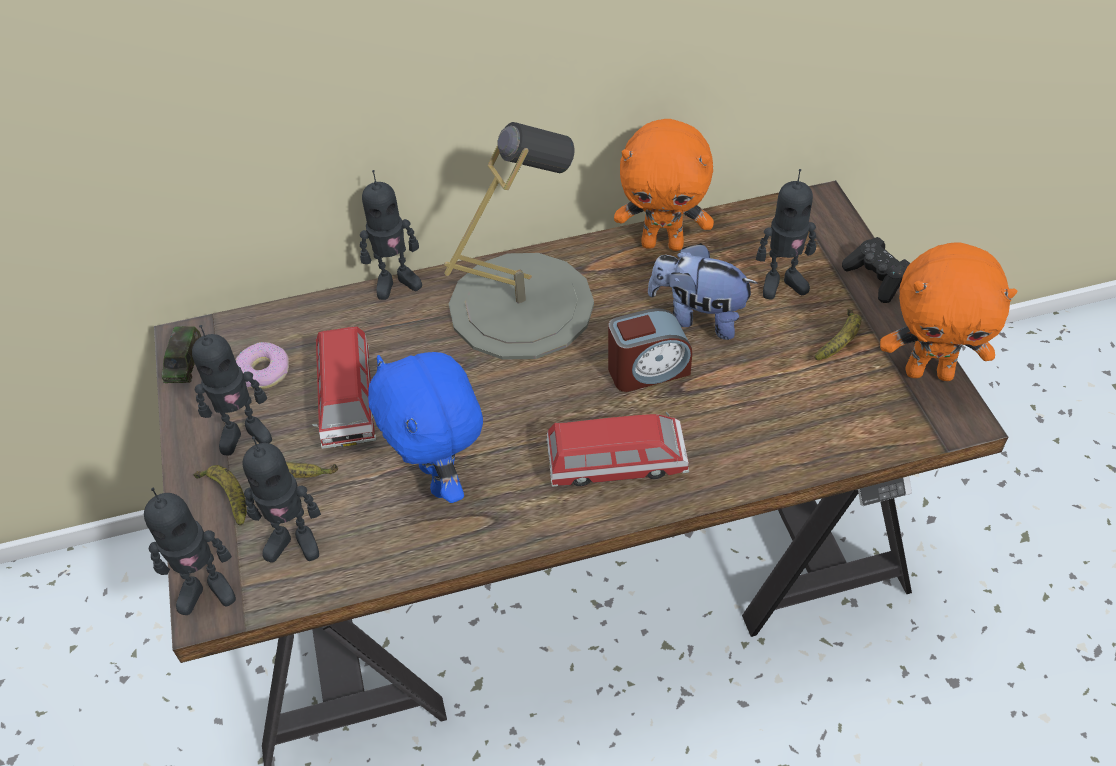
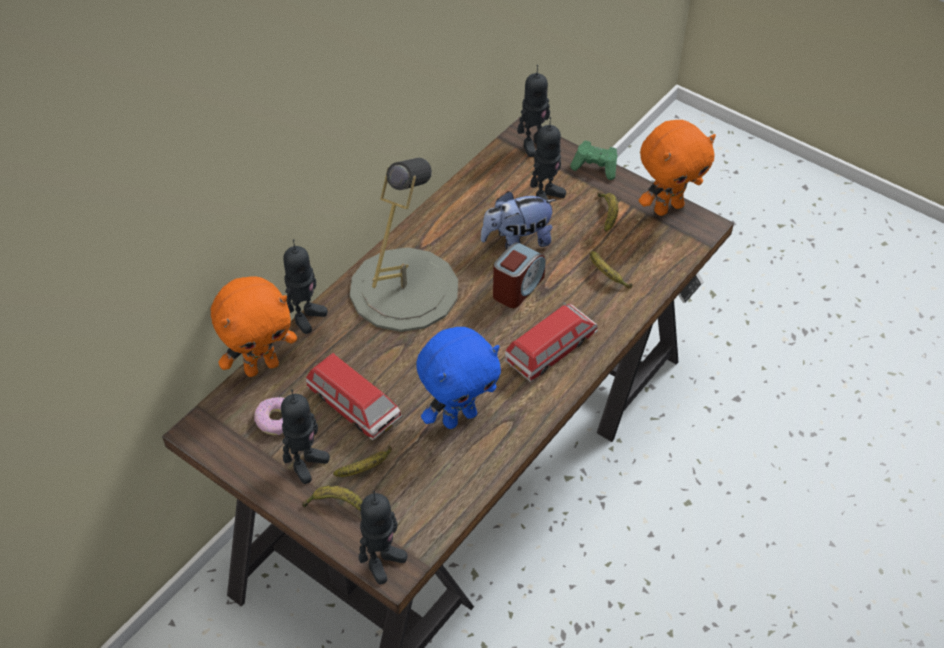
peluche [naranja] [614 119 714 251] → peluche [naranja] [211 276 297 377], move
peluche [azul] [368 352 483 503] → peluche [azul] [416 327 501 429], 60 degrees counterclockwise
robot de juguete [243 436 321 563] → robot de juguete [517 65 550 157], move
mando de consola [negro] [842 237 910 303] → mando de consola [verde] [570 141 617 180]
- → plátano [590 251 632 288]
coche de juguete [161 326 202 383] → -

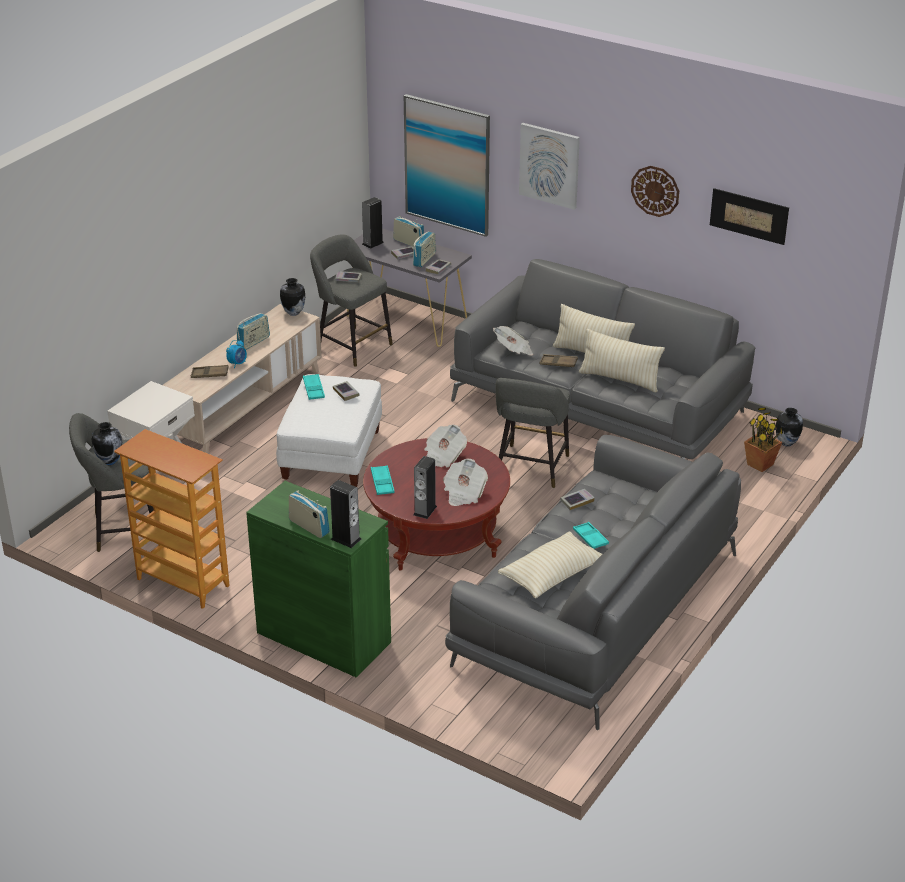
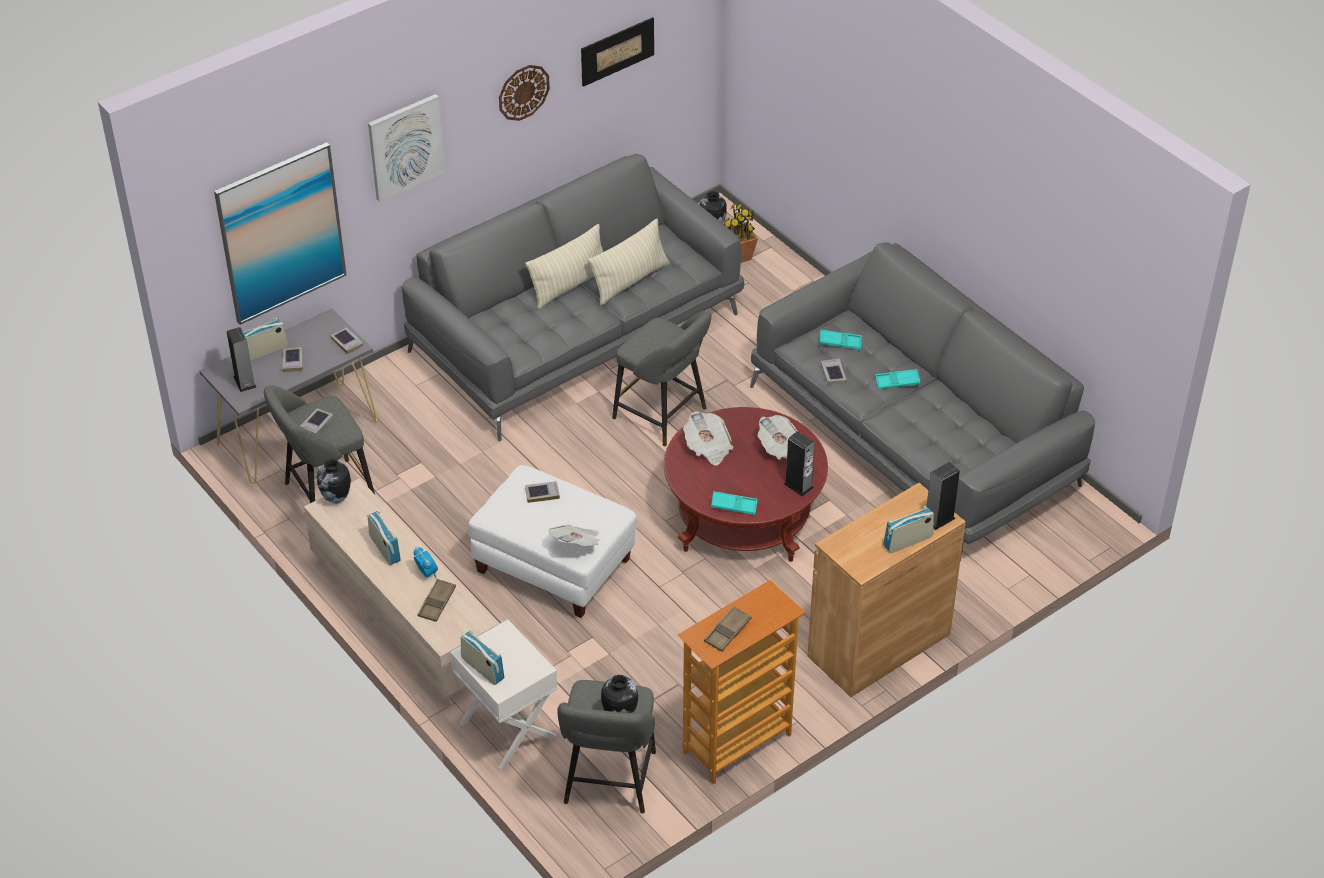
radio [413 231 436 267] → radio [461 630 505 685], move
periódico [493 326 533 355] → periódico [548 525 599 546], move
bandeja [marrón] [539 354 578 367] → bandeja [marrón] [704 606 751 652], move
armario [verde] [246 481 391 677] → armario [marrón] [807 483 966 697]
bandeja [turquesa] [303 374 325 400] → bandeja [turquesa] [819 330 862 350], move
cojín [beis] [498 532 602 598] → -

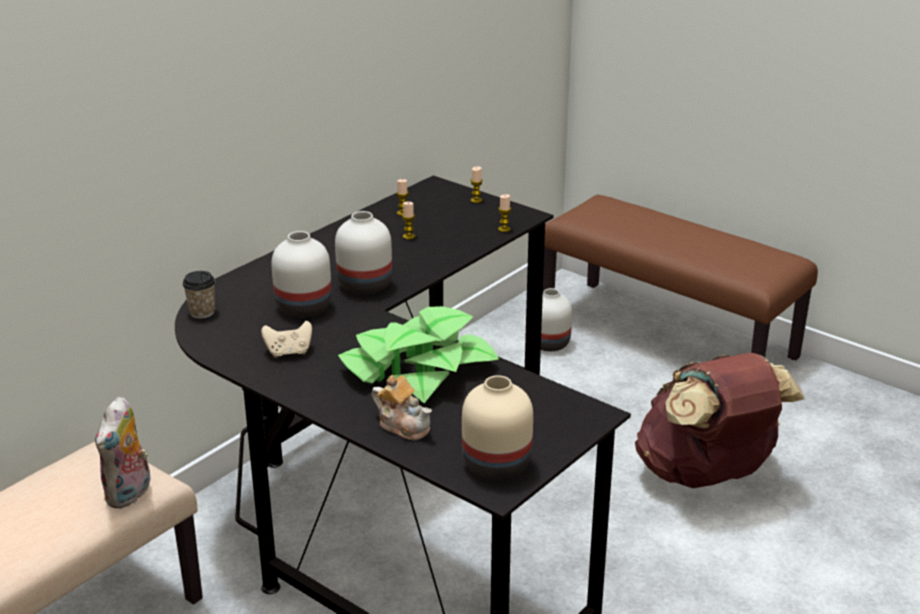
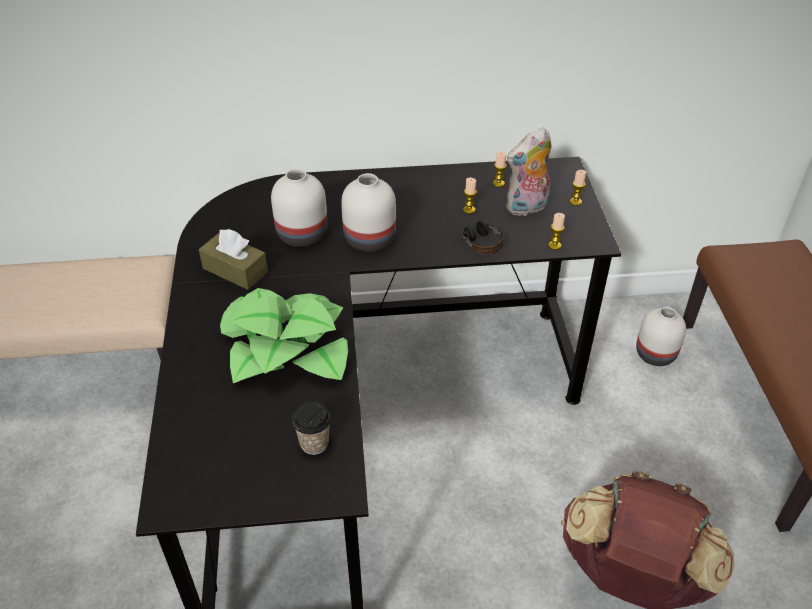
mando de consola [beis] [261 321 312 358] → caja de pañuelos [marrón] [199 229 268 290]
taza [182 271 215 319] → taza [292 402 331 455], move
- → auriculares [447 212 504 254]
peluche [95 397 150 509] → peluche [506 128 552 216], move
tetera [372 375 432 440] → -
florero [beis] [462 375 533 480] → -

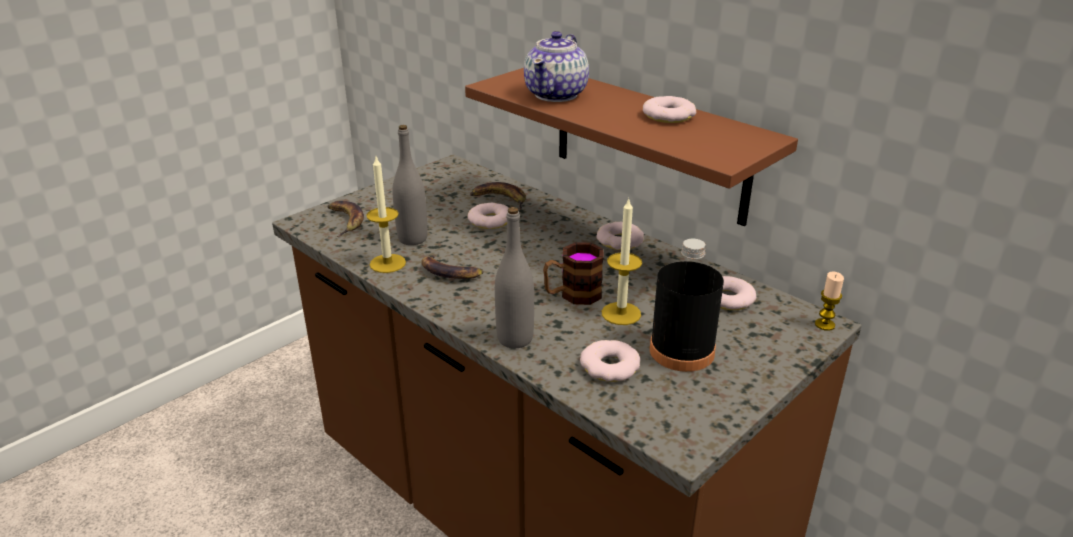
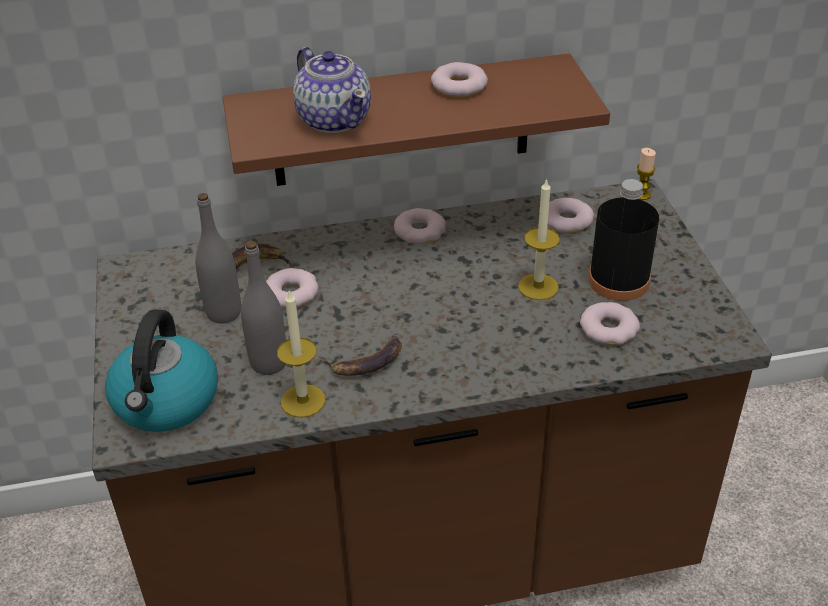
plátano [327 201 364 237] → hervidor [105 310 218 432]
botella [gris] [495 207 534 348] → botella [gris] [195 193 241 324], move
taza grande [543 242 604 305] → -

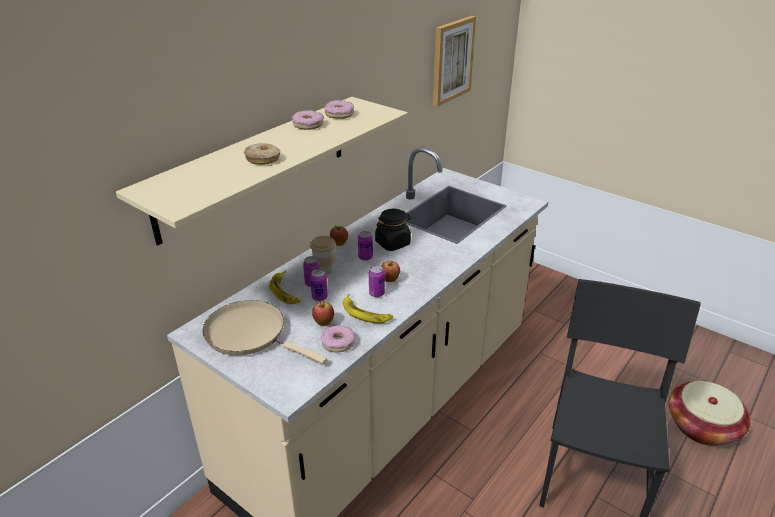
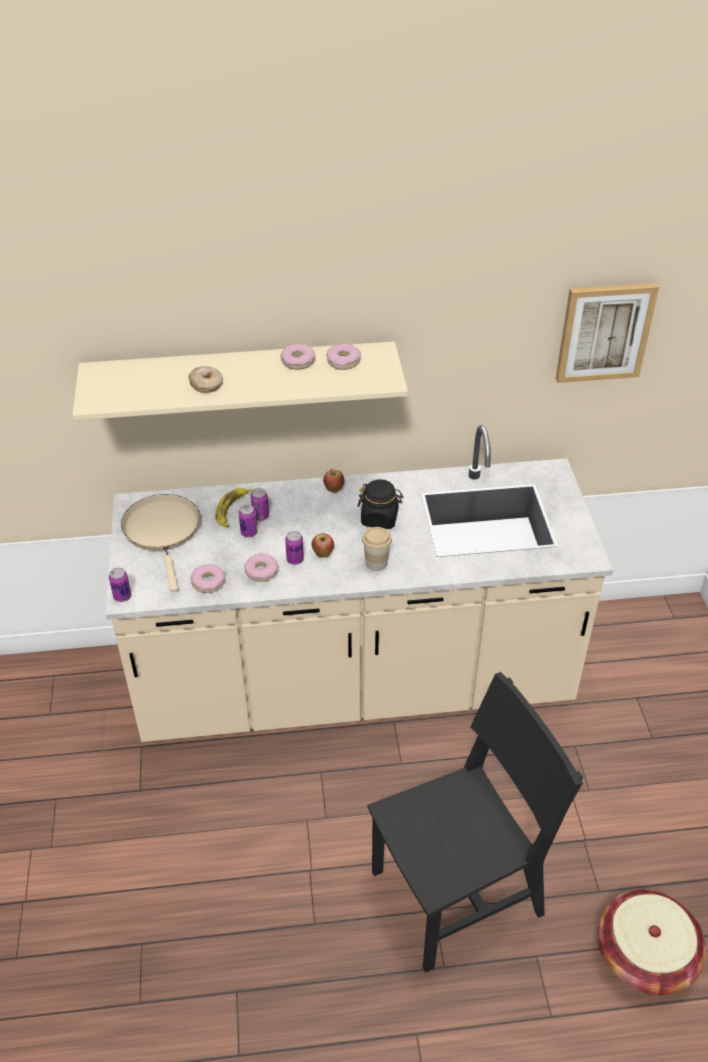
lata [358 231 373 261] → lata [109 568 131 602], move
plátano [343 294 393 323] → rosquilla [244 553 278 582]
taza [310 236 336 275] → taza [362 527 392 571], move
manzana [312 301 334 326] → -

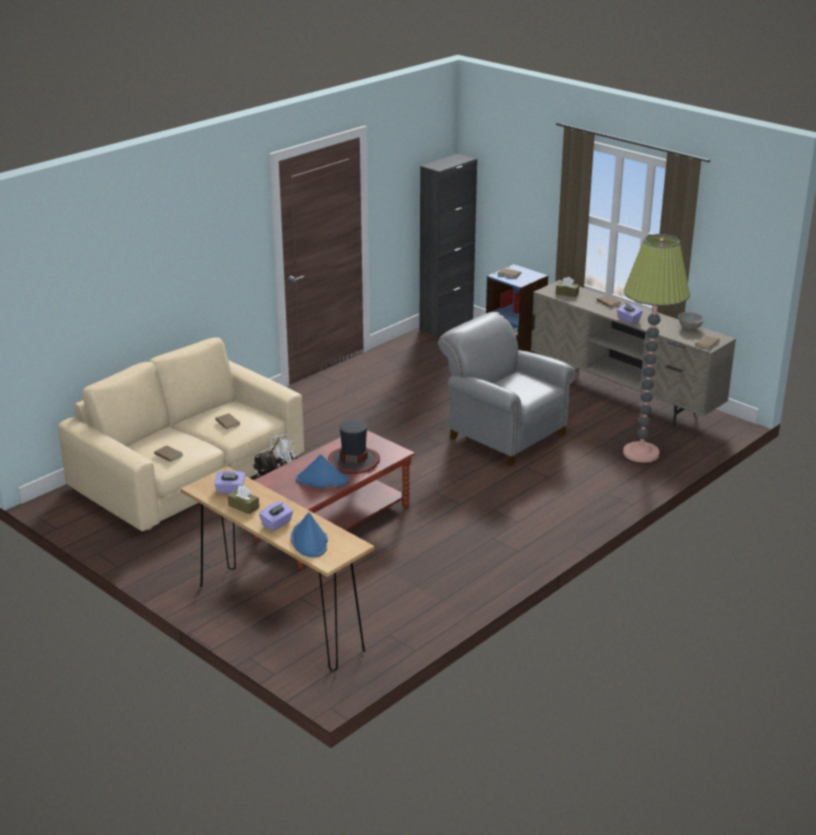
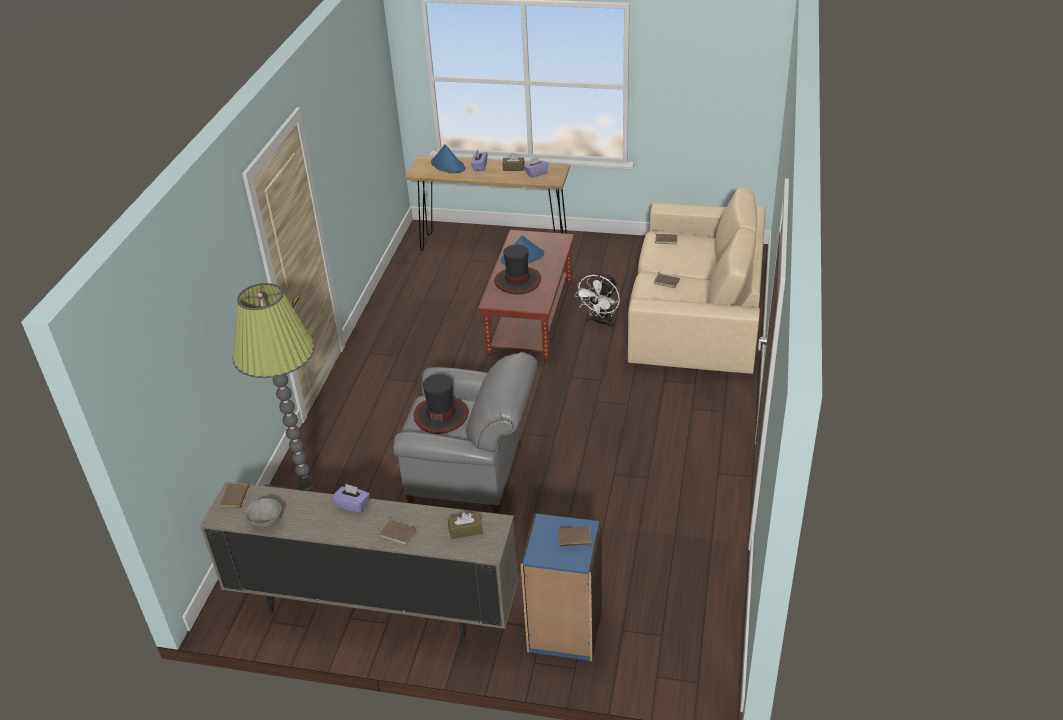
- → sombrero [414 374 469 434]
armario [negro] [420 154 477 337] → -

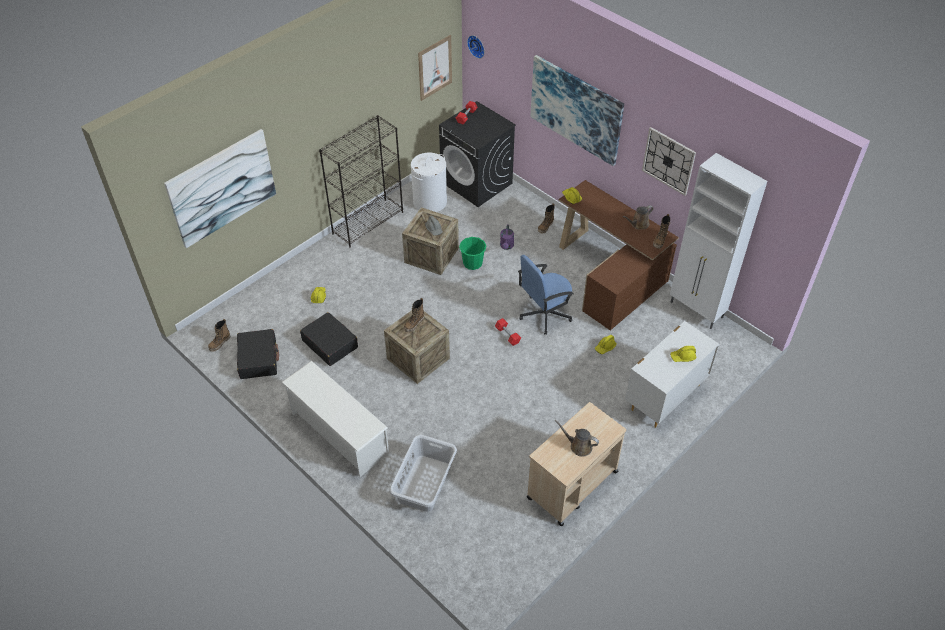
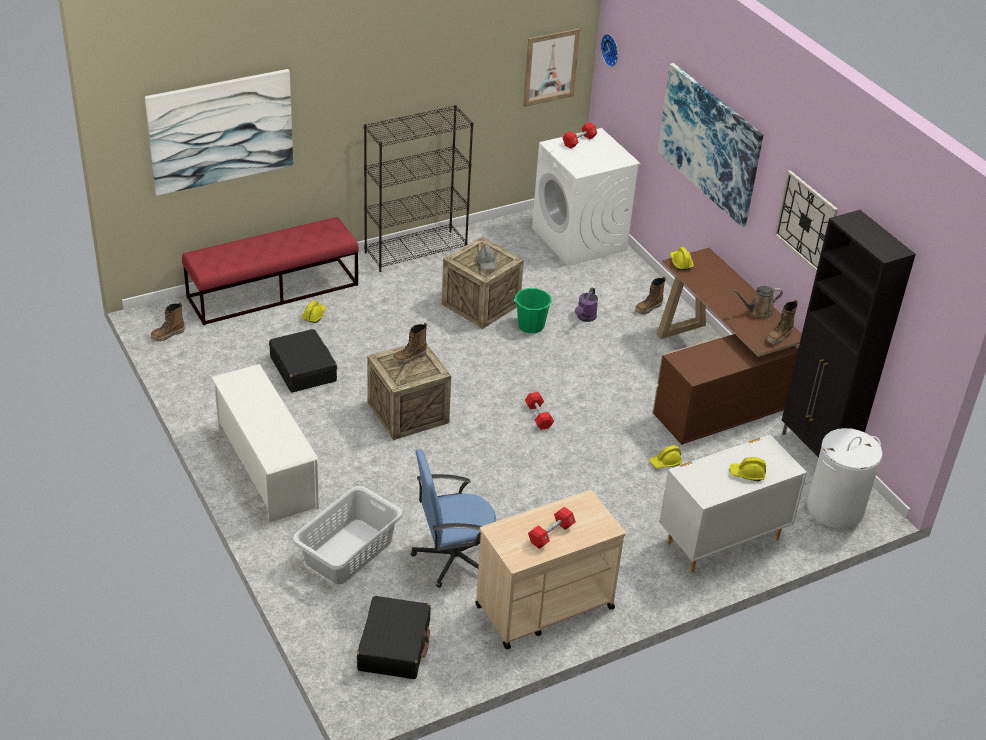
- → banco [rojo] [182 217 359 325]
maleta [negro] [237 329 279 379] → maleta [negro] [357 596 431 679], move
silla de oficina [azul] [518 255 573 335] → silla de oficina [azul] [411 449 496 588], move
regadera [marrón] [555 420 599 456] → mancuerna [rojo] [528 507 576 549]
lavadora [negro] [439 101 516 207] → lavadora [blanco] [532 128 641 266]
armario [blanco] [670 153 767 329] → armario [negro] [782 210 916 457]
cesto de la ropa [blanco] [411 153 447 212] → cesto de la ropa [blanco] [807 428 882 529], move

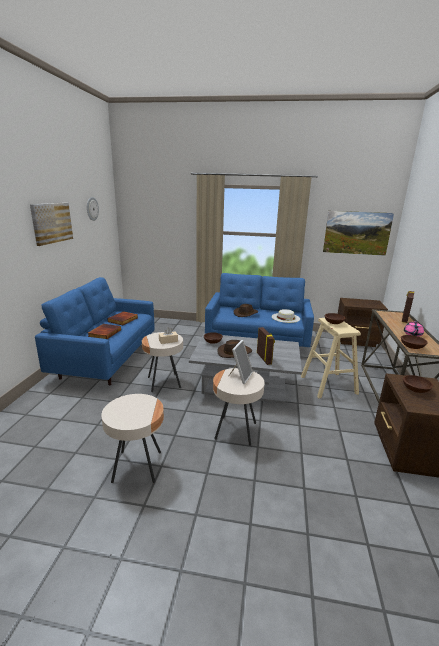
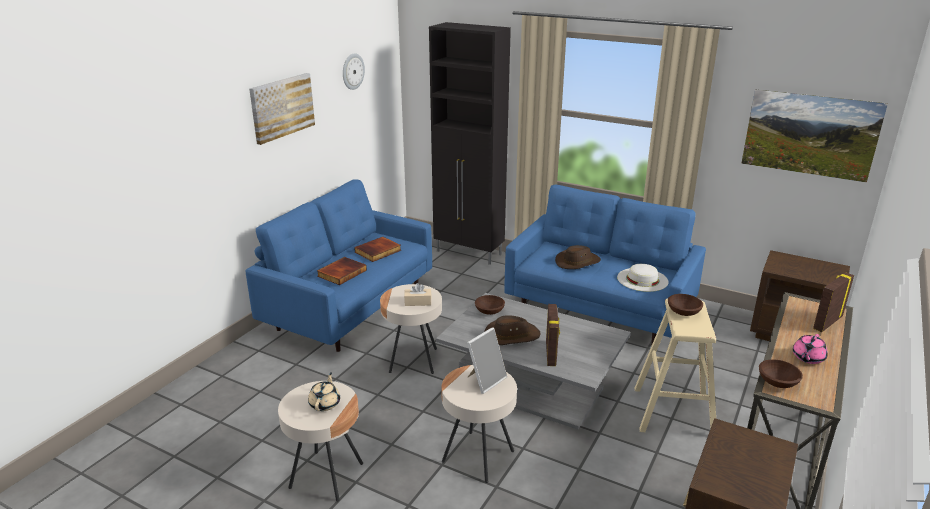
- → tetera [beis] [308 372 340 411]
- → armario [negro] [429 22 511 265]
cuenco [marrón] [403 375 433 393] → -

